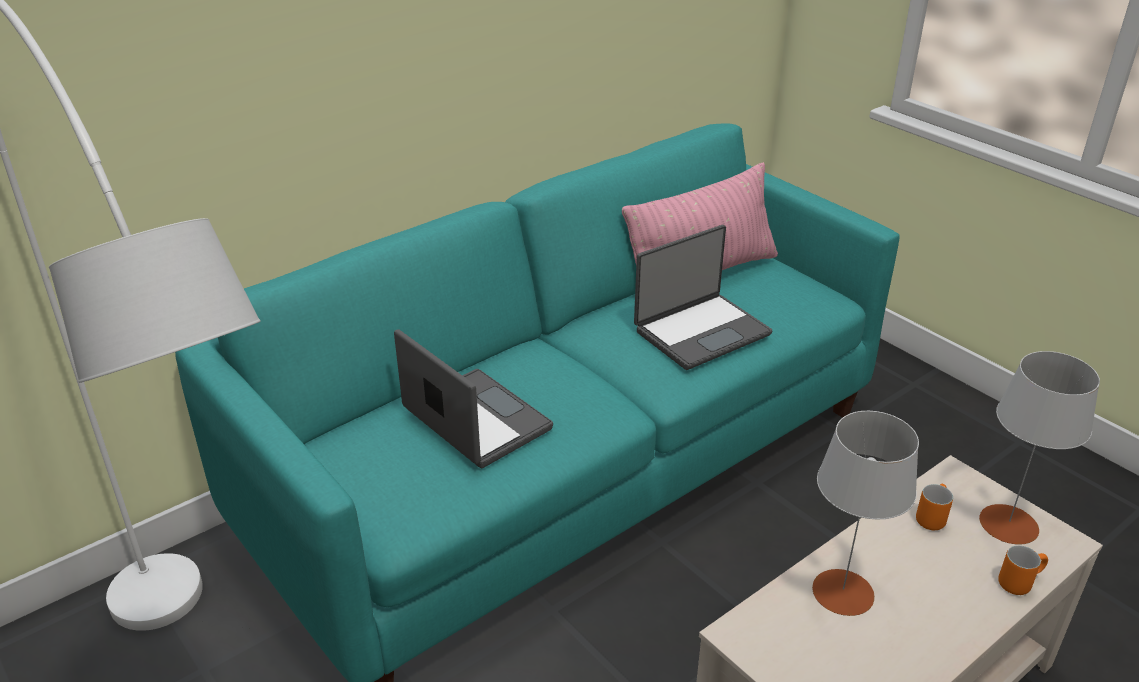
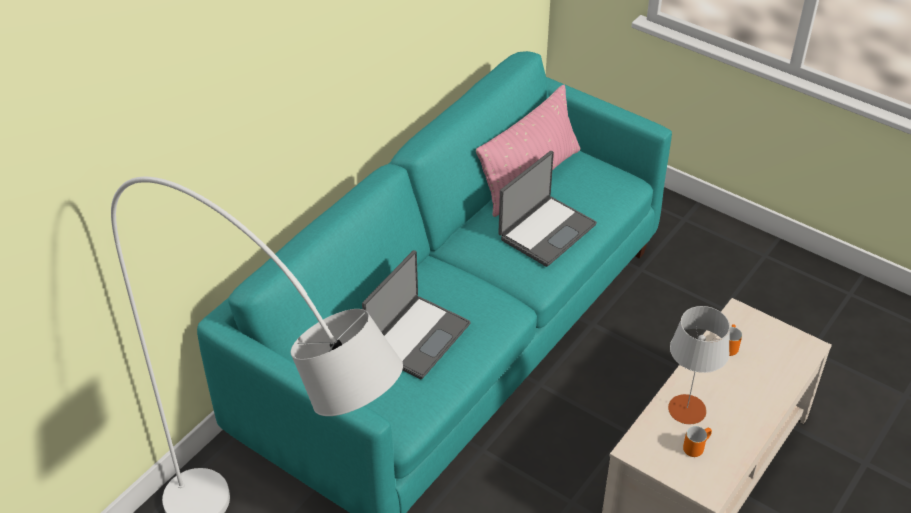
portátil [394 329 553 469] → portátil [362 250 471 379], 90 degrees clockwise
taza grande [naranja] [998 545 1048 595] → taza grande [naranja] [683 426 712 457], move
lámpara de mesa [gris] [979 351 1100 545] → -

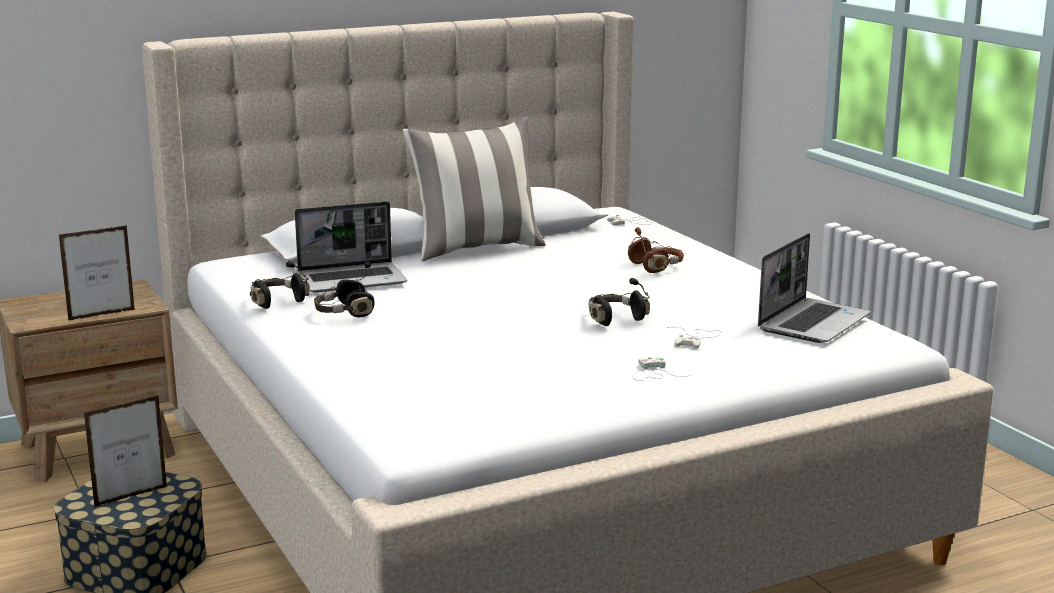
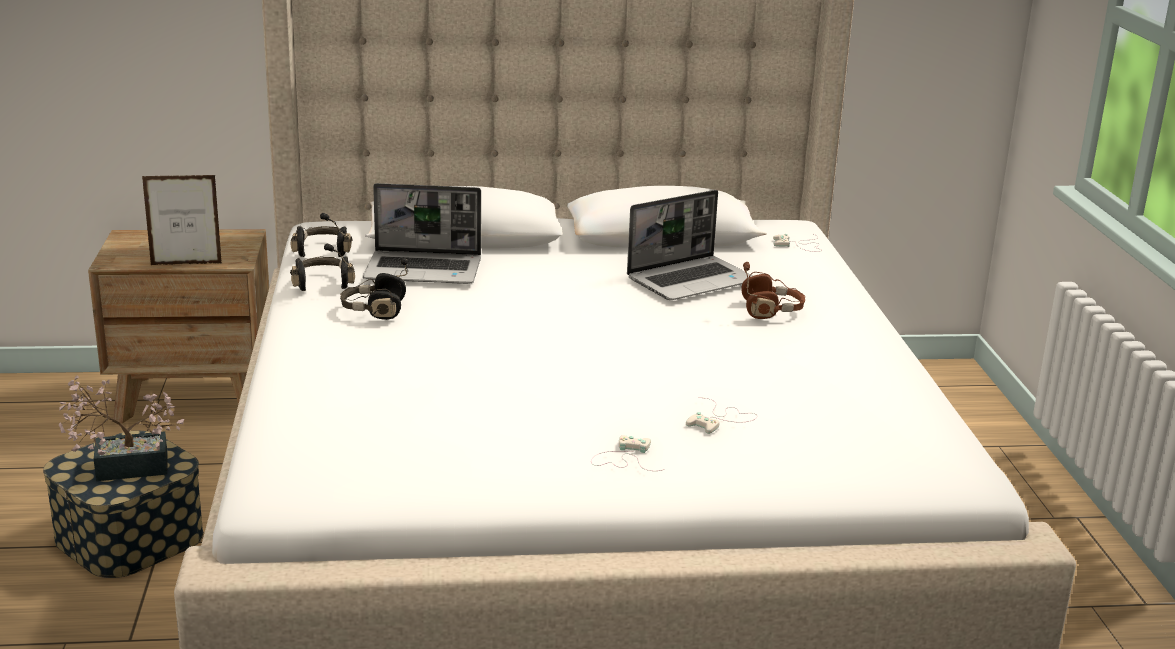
portarretratos [84 395 167 507] → planta en maceta [59 375 184 481]
auriculares [negro] [588 278 650 326] → auriculares [negro] [291 213 353 257], move
portátil [758 233 871 343] → portátil [627 190 752 300], move
cojín [403 117 546 261] → -

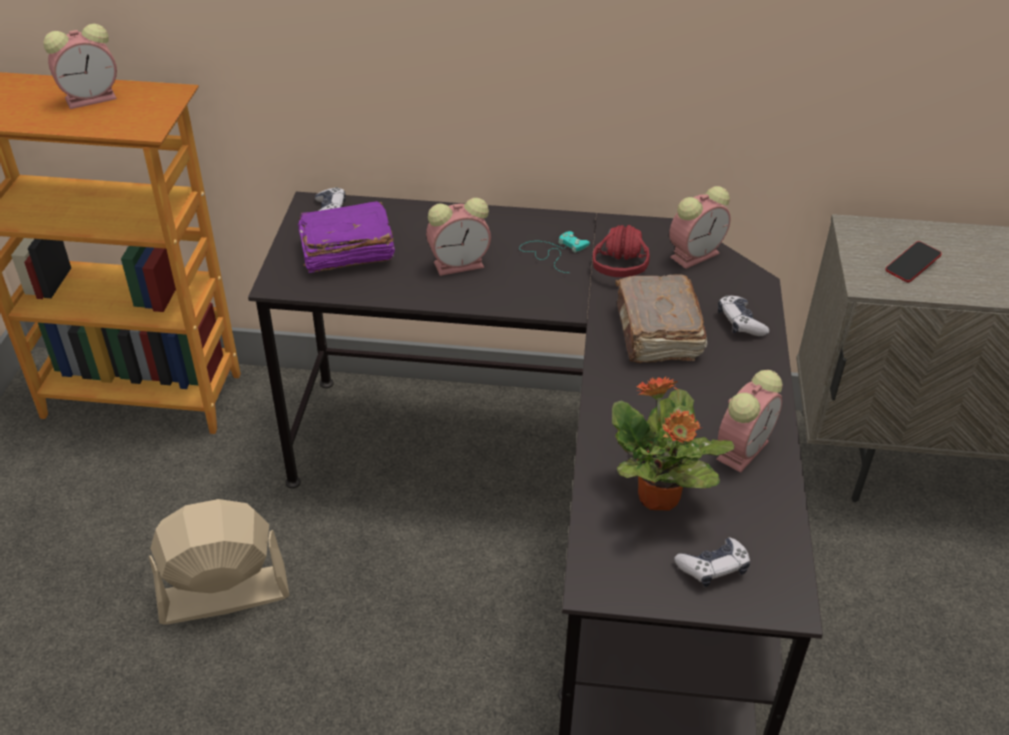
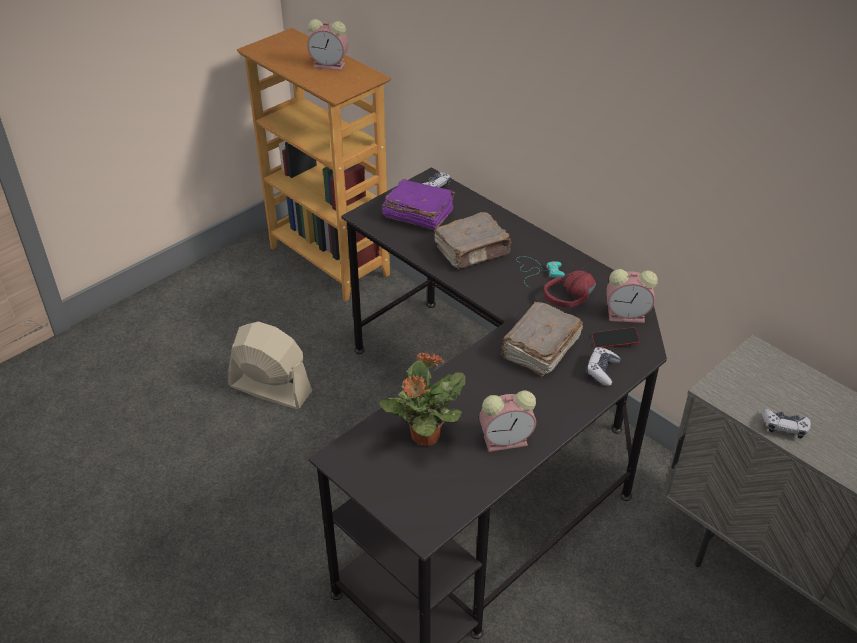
despertador [426 198 491 276] → libro [marrón] [434 212 512 269]
móvil [885 241 942 282] → móvil [592 327 640 348], move
mando de consola [674 537 750 587] → mando de consola [762 409 811 439], move

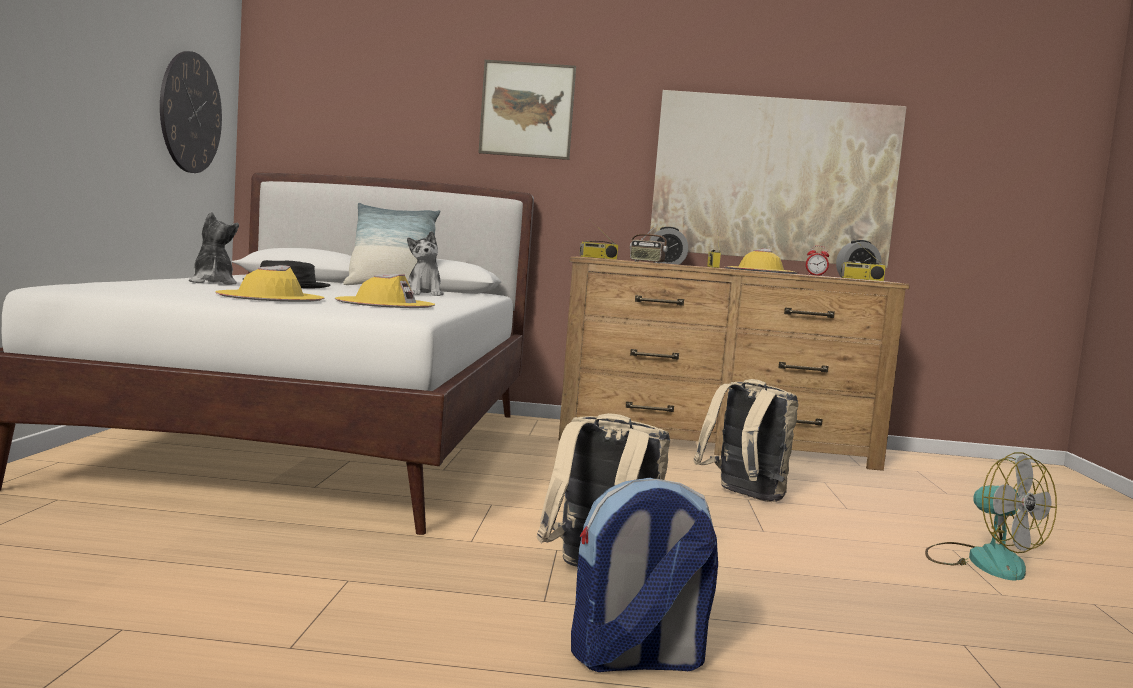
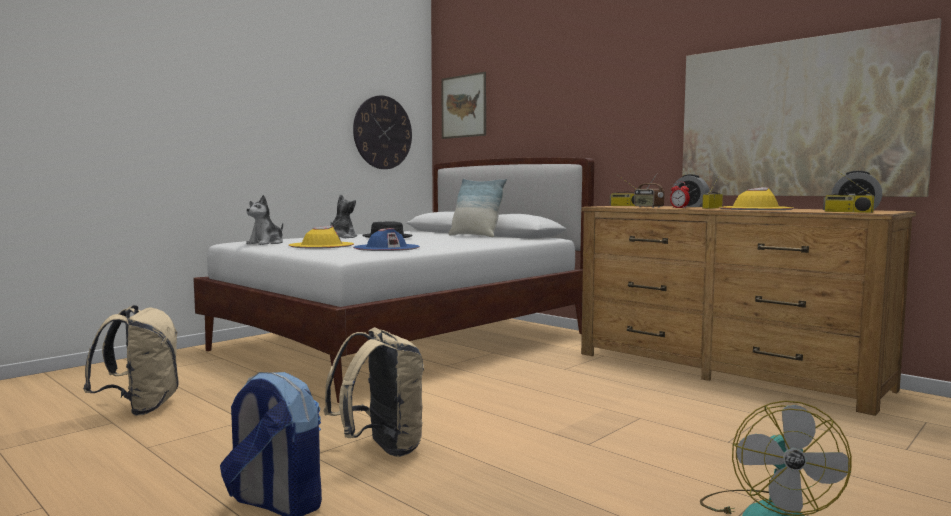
mochila [beis] [693 379 799 502] → mochila [beis] [83 305 179 416], move
peluche [407 231 444 296] → peluche [246 195 283 245], move
sombrero [amarillo] [335 274 435 308] → sombrero [azul] [353 228 420 251]
cuadro [479 60 576 160] → cuadro [441 72 486 139], move
despertador [806 246 829 276] → despertador [670 182 690 208], move

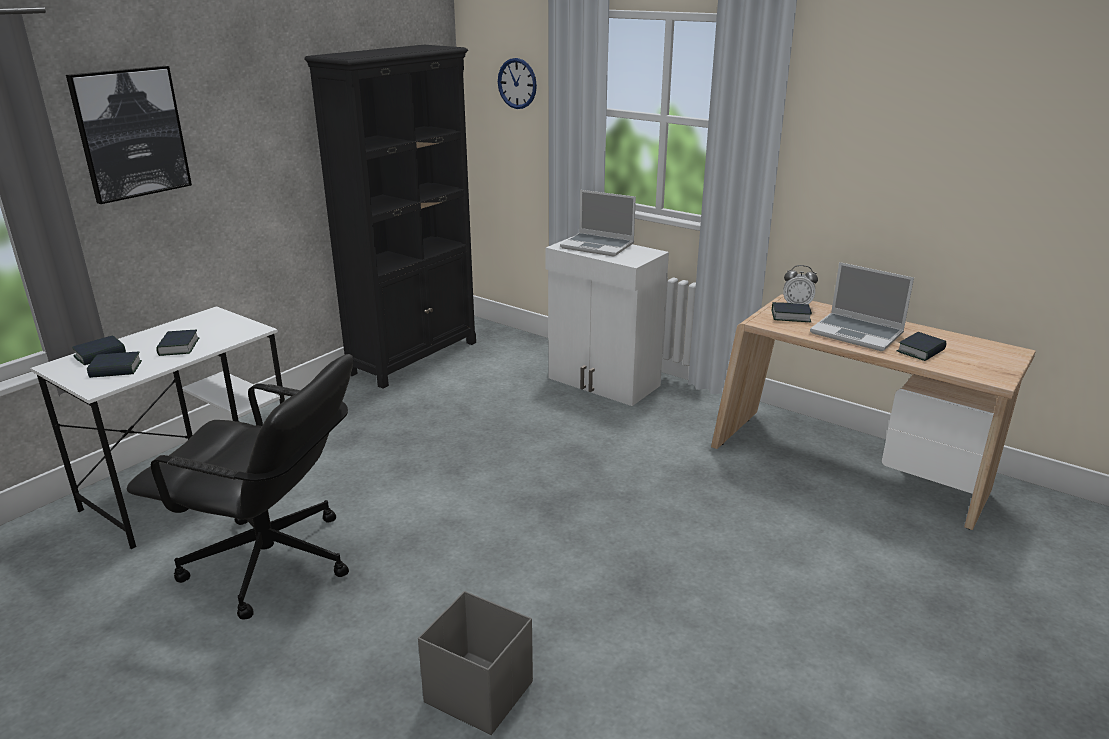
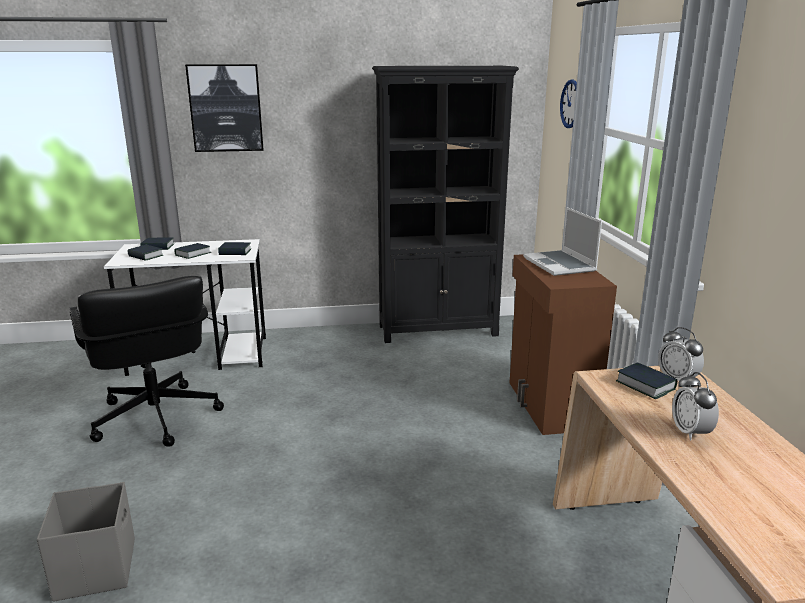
libro [897 332 946 361] → libro [218 242 251 255], move
armario [blanco] [545 237 669 406] → armario [marrón] [509 254 617 435]
portátil [810 262 914 351] → despertador [672 372 719 441]

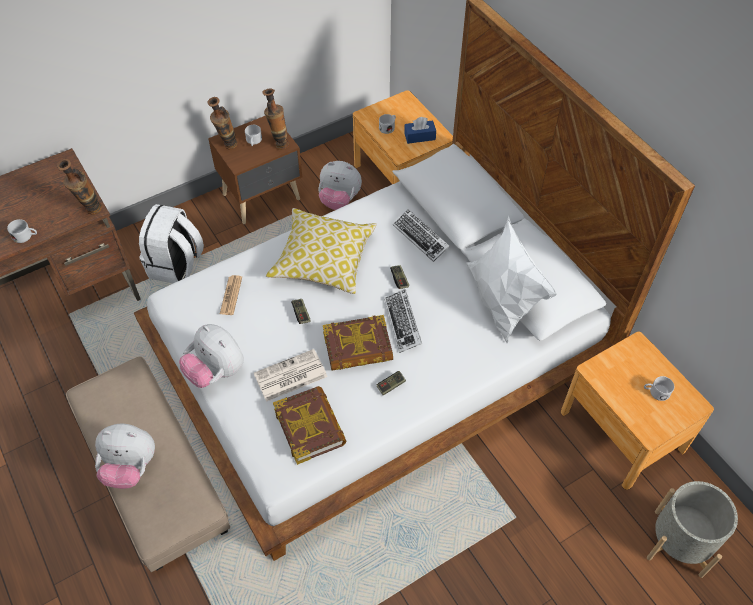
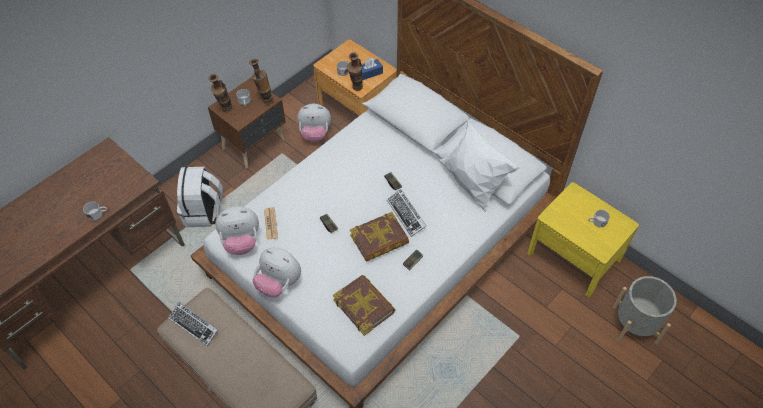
teclado [393 209 450 262] → teclado [168 302 218 346], move
peluche [95 424 155 489] → peluche [215 207 259 255], move
florero [57 159 102 215] → florero [347 52 363 91], move
mesita de noche [marrón] [561 332 714 490] → mesita de noche [amarillo] [527 182 639 297]
periódico [254 349 327 402] → -
cojín [266 208 377 294] → -

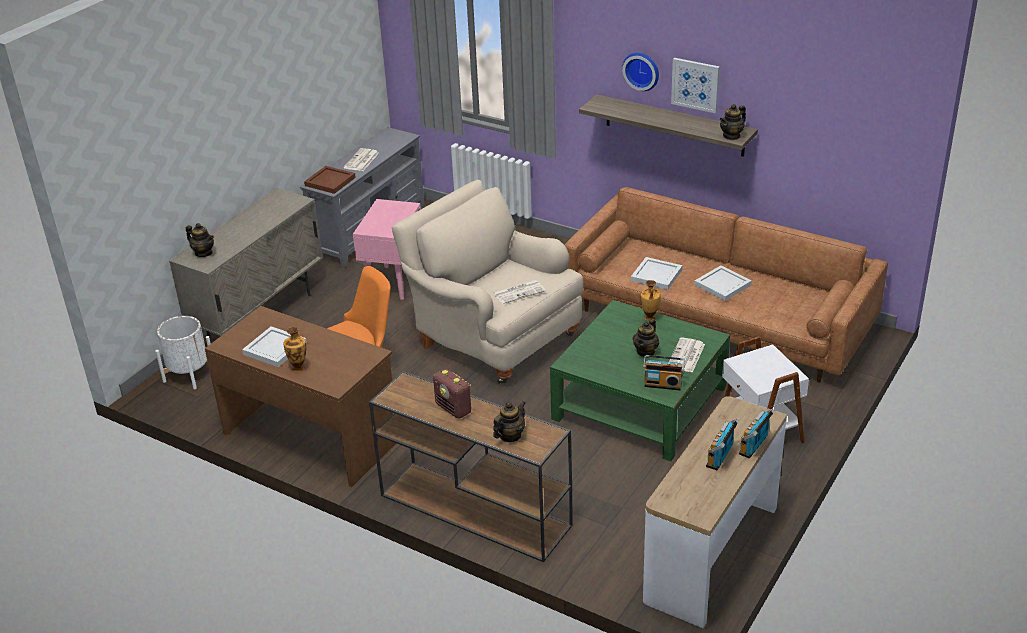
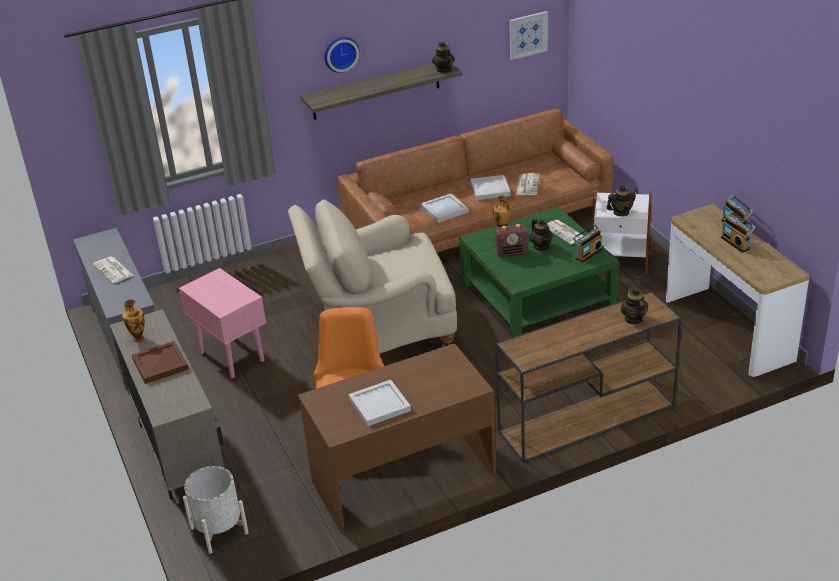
florero [283 327 306 373] → florero [122 299 145 342], move
bandeja [marrón] [304 166 356 194] → bandeja [marrón] [132 341 189 384], move
radio [433 369 471 419] → radio [495 224 527 257], move
cuadro [671 58 720 113] → cuadro [510 11 548 60], move
periódico [493 280 546 304] → periódico [516 173 540 195], move
tetera [186 223 214 257] → tetera [606 185 637 216], move

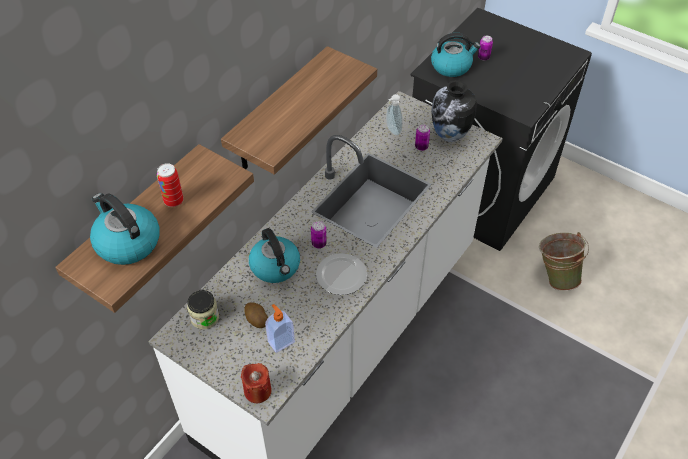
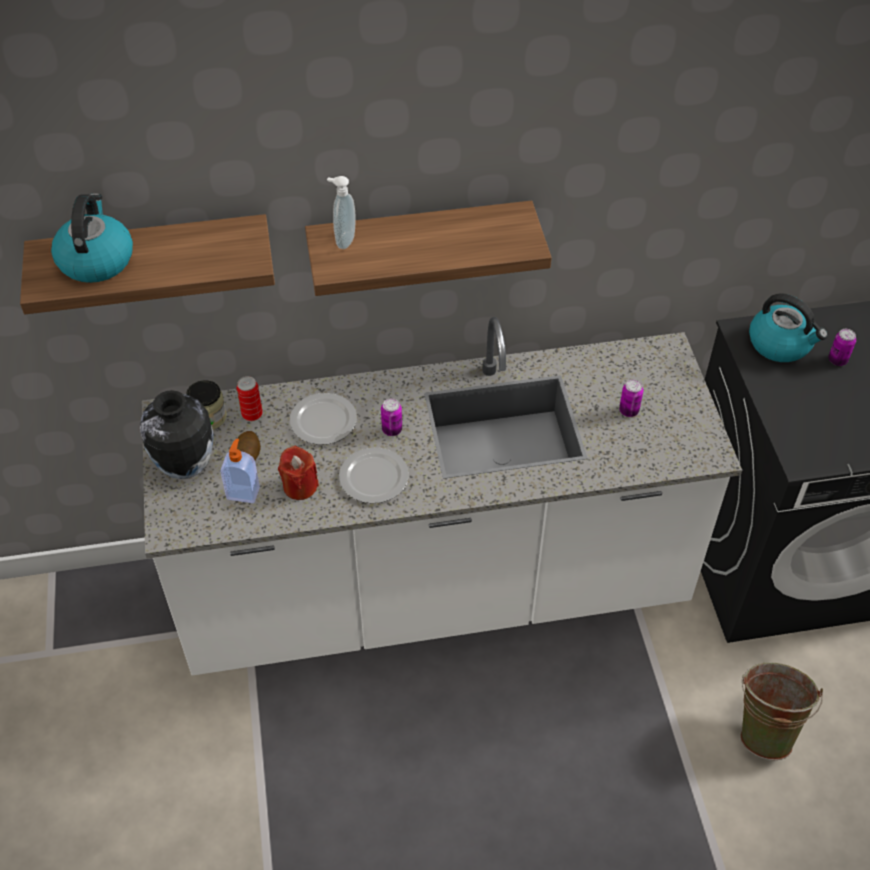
florero [431 80 477 142] → florero [140 390 214 479], move
lata [157 163 184 207] → lata [237 376 263 421], move
vela [rojo] [241 363 272 403] → vela [rojo] [278 446 319 500], move
hervidor [249 228 300 283] → plato [290 393 357 445]
dispensador de jabón [386 94 403 136] → dispensador de jabón [327 176 356 249], move

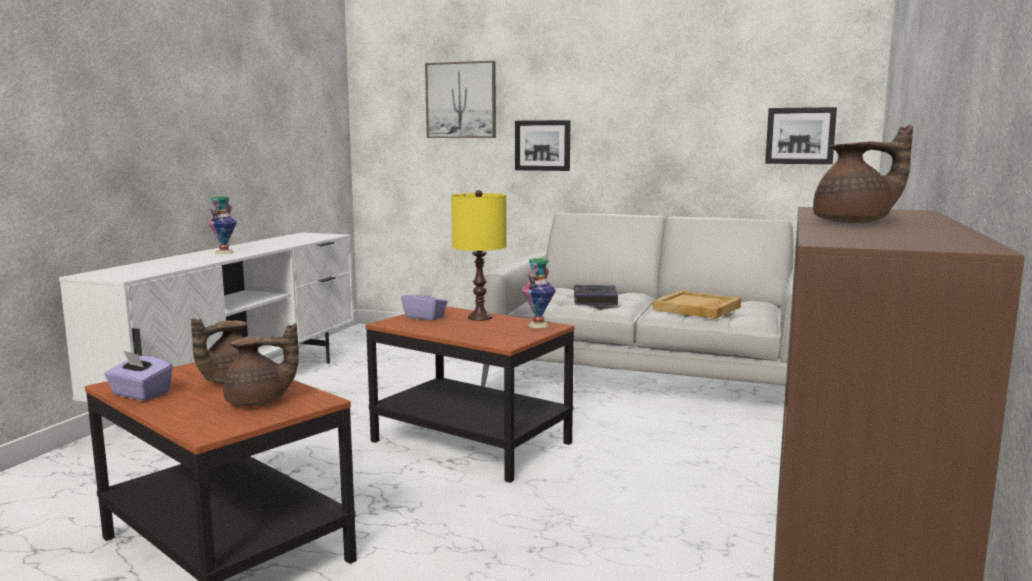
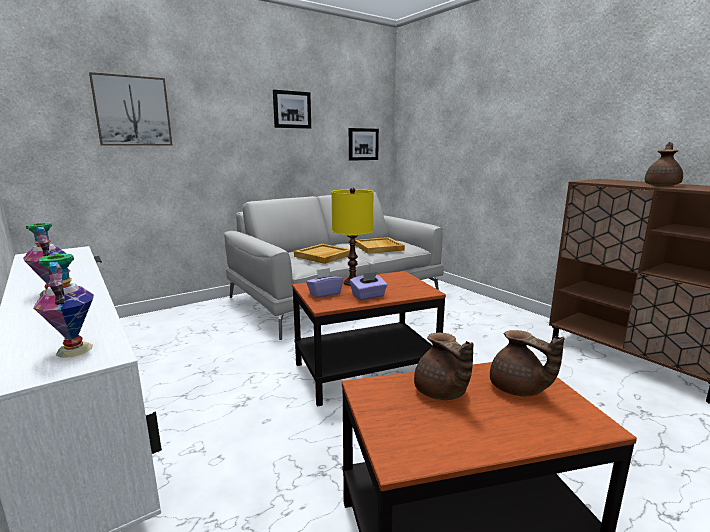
florero [521 258 556 328] → florero [33 254 94 358], move
cuadro [515 120 571 171] → cuadro [273 90 311 129], move
libro [574 285 618 305] → bandeja [beis] [294 244 350 264]
caja de pañuelos [morado] [104 350 173 401] → caja de pañuelos [morado] [350 272 388 300], move
tetera [marrón] [223 323 299 406] → tetera [marrón] [490 330 564 396], 120 degrees clockwise

